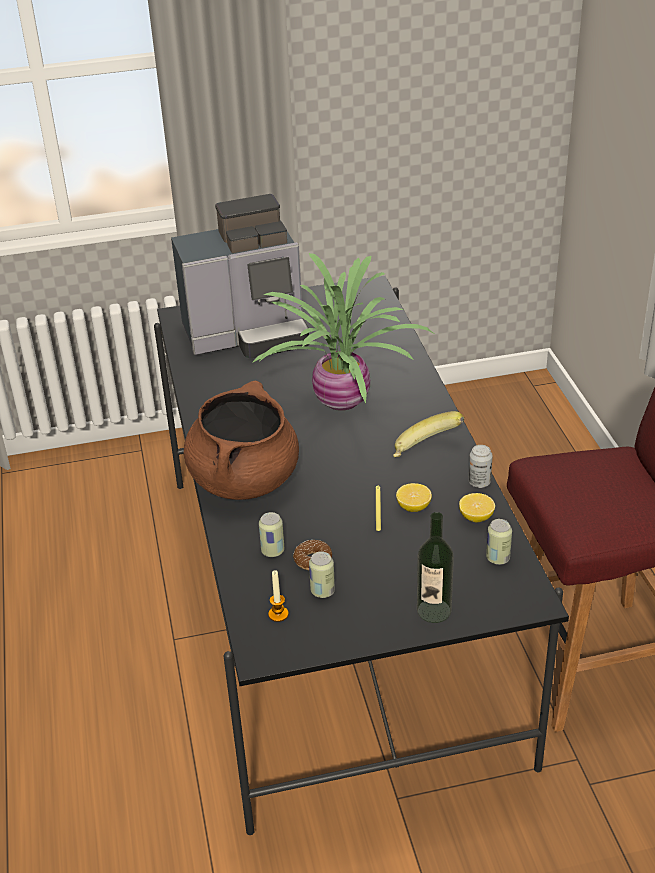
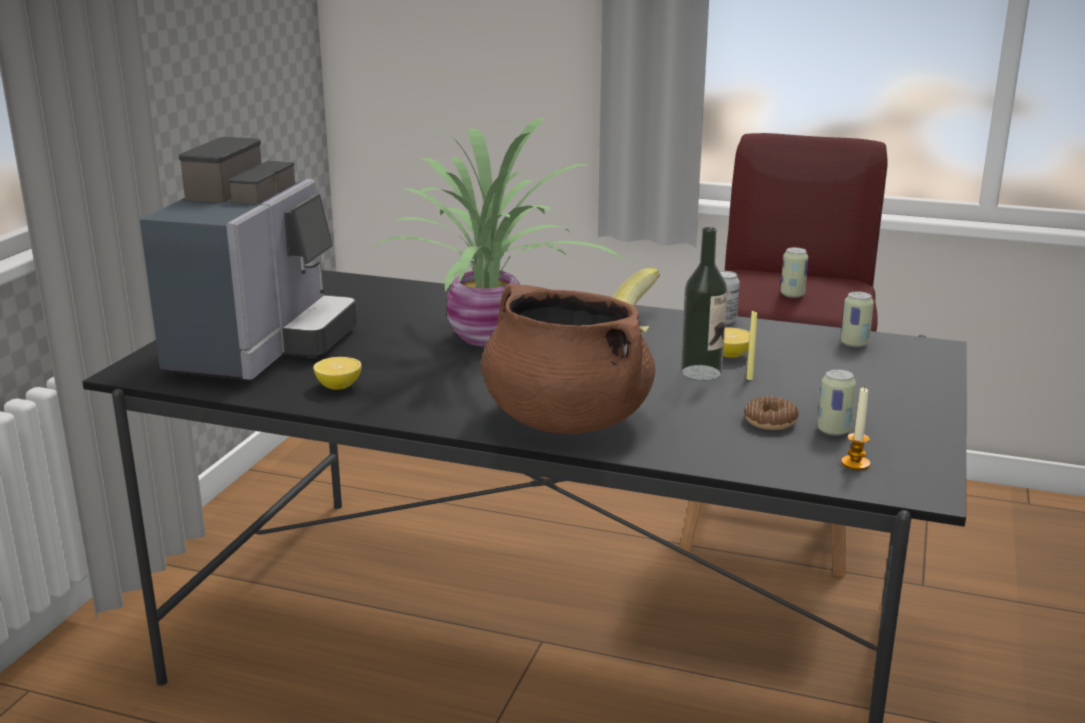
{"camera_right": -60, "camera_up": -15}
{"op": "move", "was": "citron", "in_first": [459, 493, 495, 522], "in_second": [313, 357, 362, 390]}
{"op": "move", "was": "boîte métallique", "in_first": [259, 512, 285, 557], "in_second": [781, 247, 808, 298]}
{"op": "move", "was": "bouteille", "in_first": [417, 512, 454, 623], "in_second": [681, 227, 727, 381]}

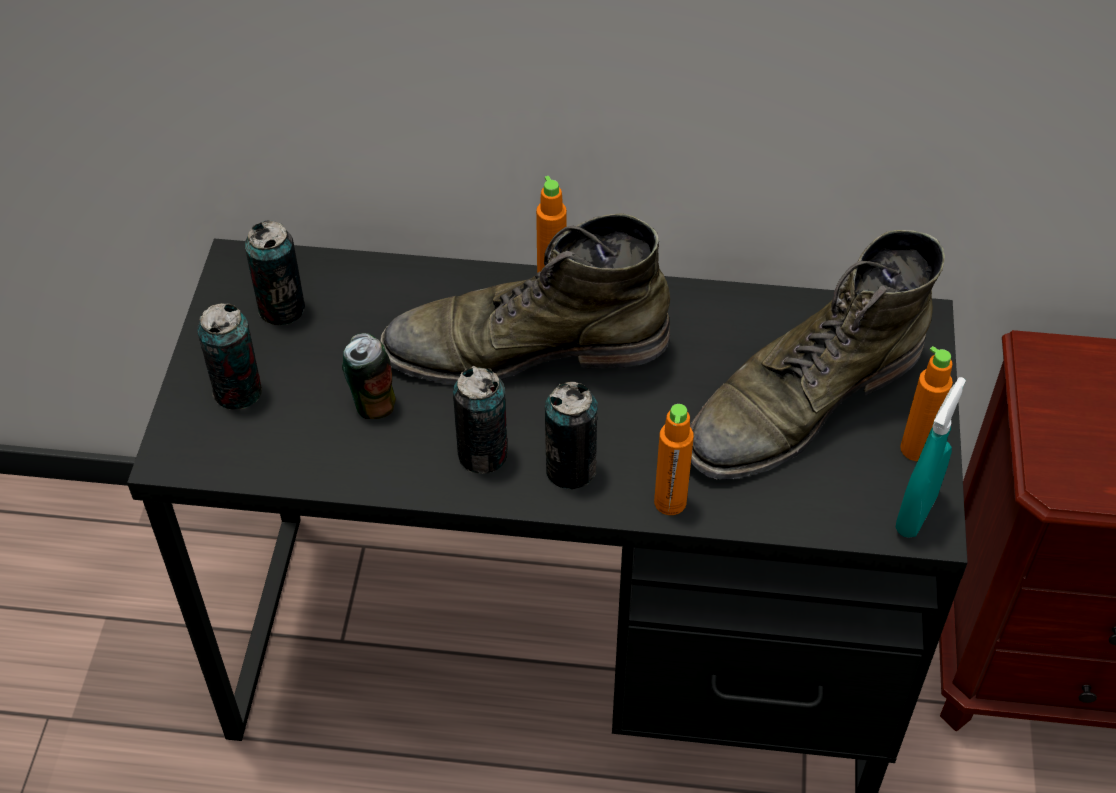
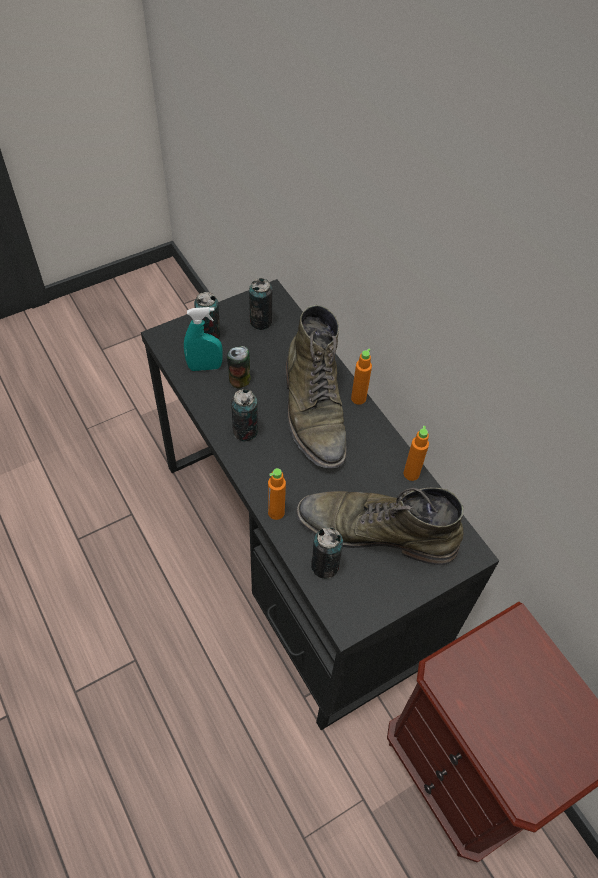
{"camera_right": 50, "camera_up": 5}
{"op": "rotate", "was": "botte/vert", "in_first": [380, 213, 670, 384], "in_second": [285, 305, 346, 468], "clockwise": -150}
{"op": "move", "was": "bouteille/orange", "in_first": [900, 346, 953, 461], "in_second": [404, 426, 429, 481]}
{"op": "move", "was": "vaporisateur/turquoise", "in_first": [895, 377, 966, 538], "in_second": [184, 307, 223, 371]}
{"op": "move", "was": "boîte métallique", "in_first": [545, 382, 598, 490], "in_second": [311, 527, 343, 579]}

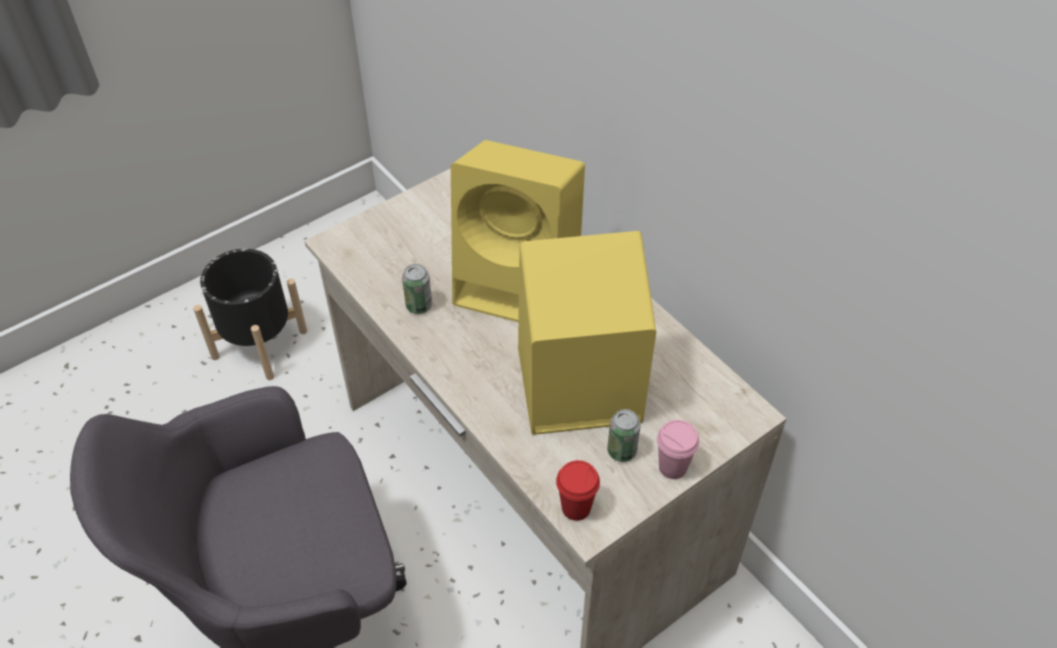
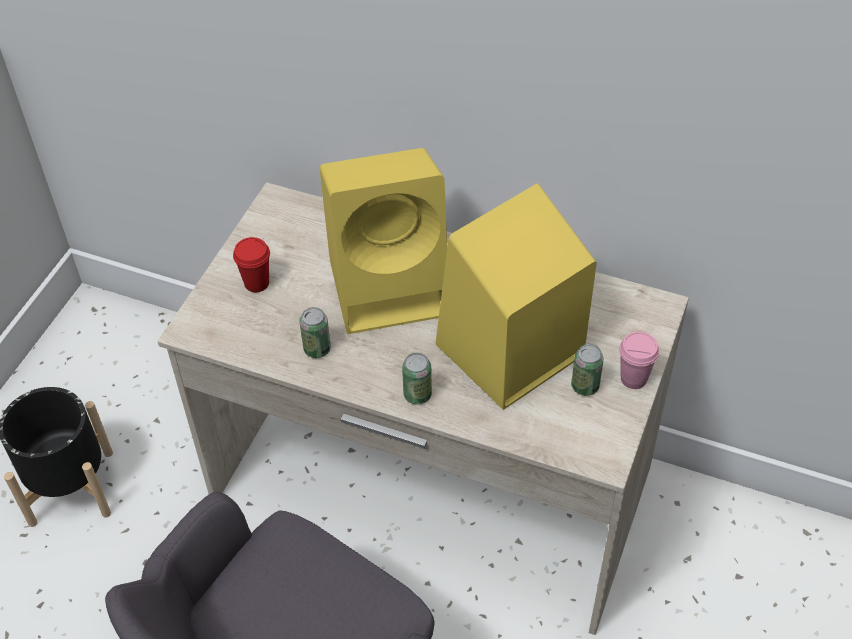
{"camera_right": -30, "camera_up": 0}
{"op": "move", "was": "tasse/rouge", "in_first": [556, 460, 600, 521], "in_second": [233, 237, 270, 292]}
{"op": "insert", "now": "boîte métallique", "in_second": [402, 353, 432, 405]}

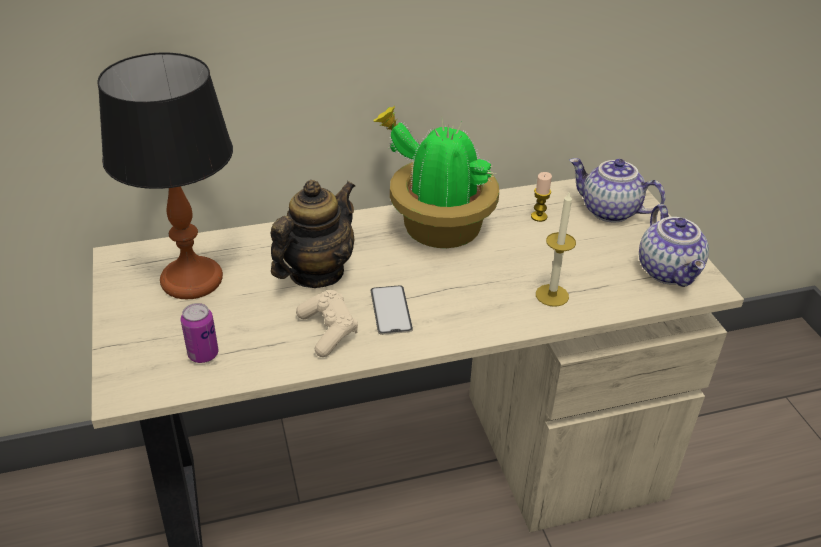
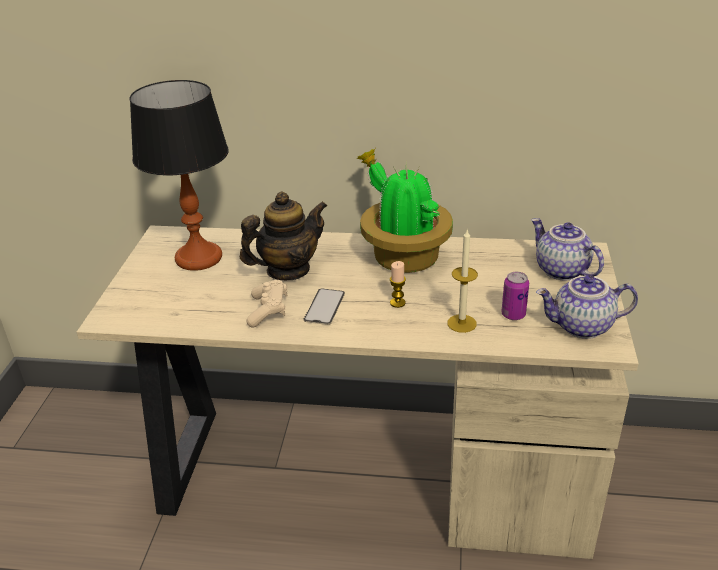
{"camera_right": 25, "camera_up": -5}
{"op": "move", "was": "bougie", "in_first": [531, 172, 552, 222], "in_second": [390, 261, 406, 308]}
{"op": "rotate", "was": "théière", "in_first": [639, 204, 709, 287], "in_second": [536, 275, 638, 339], "clockwise": 75}
{"op": "move", "was": "boîte métallique", "in_first": [181, 303, 219, 363], "in_second": [501, 272, 529, 320]}

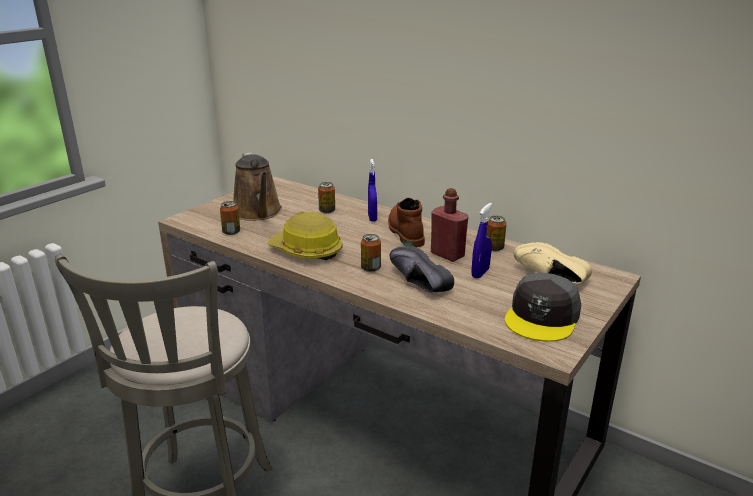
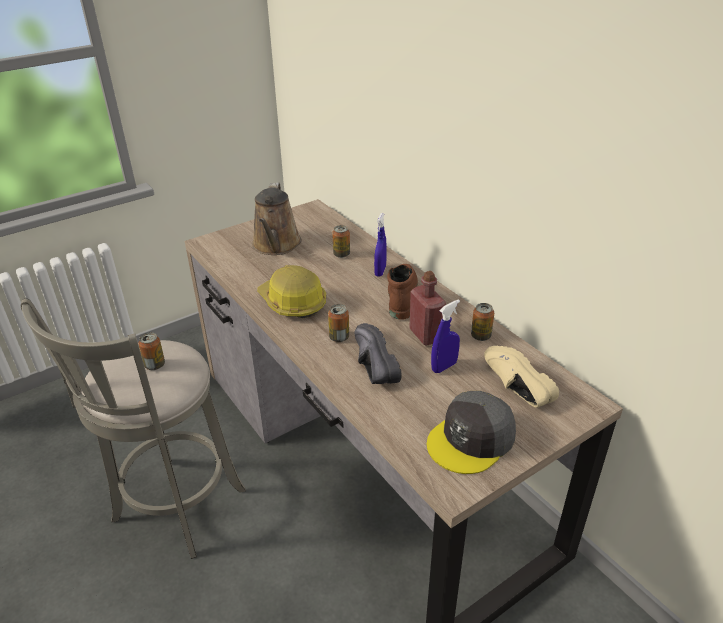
{"camera_right": 20, "camera_up": 10}
{"op": "move", "was": "boîte métallique", "in_first": [220, 201, 240, 235], "in_second": [138, 332, 165, 370]}

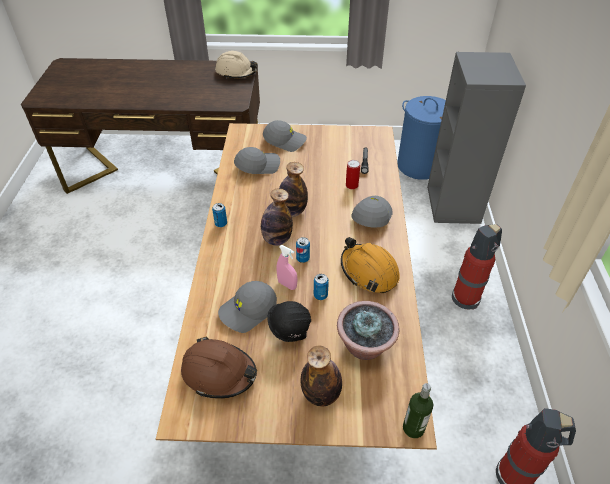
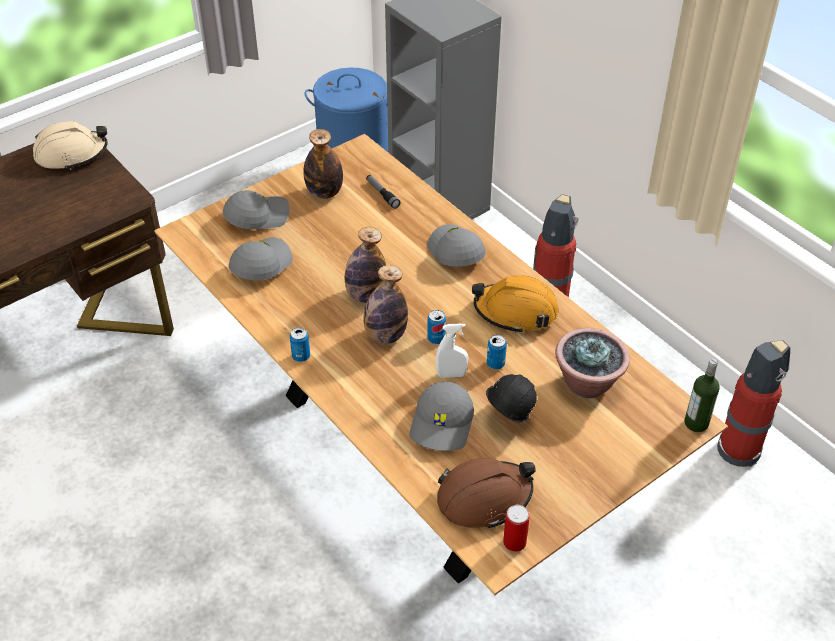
{"camera_right": -40, "camera_up": 0}
{"op": "move", "was": "boîte métallique", "in_first": [346, 160, 360, 189], "in_second": [503, 505, 530, 552]}
{"op": "recolor", "was": "vaporisateur/rose", "now": "vaporisateur/blanc", "in_first": [277, 245, 298, 290], "in_second": [436, 323, 468, 378]}
{"op": "move", "was": "bouteille", "in_first": [300, 346, 342, 406], "in_second": [303, 129, 343, 199]}

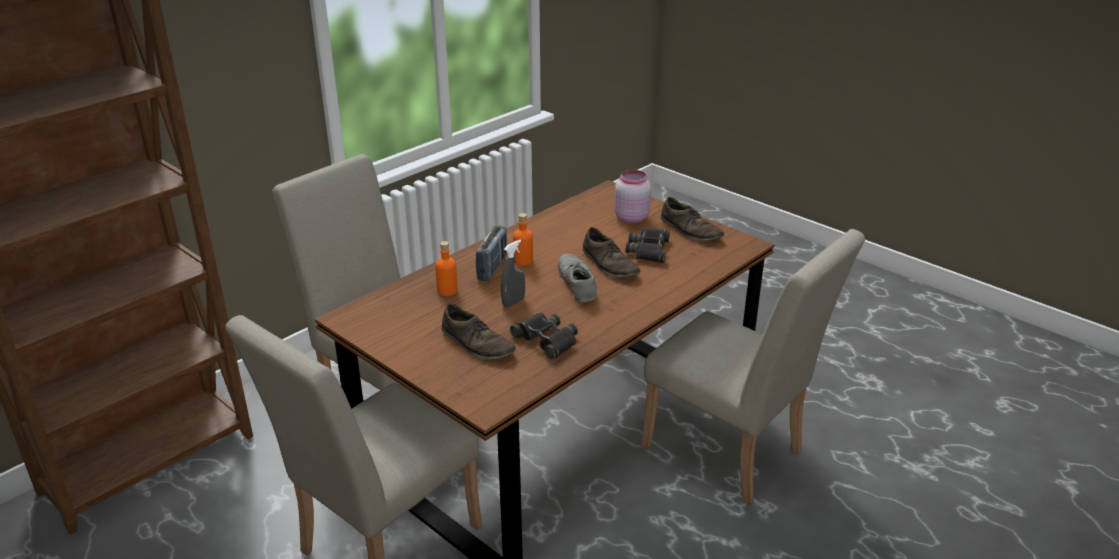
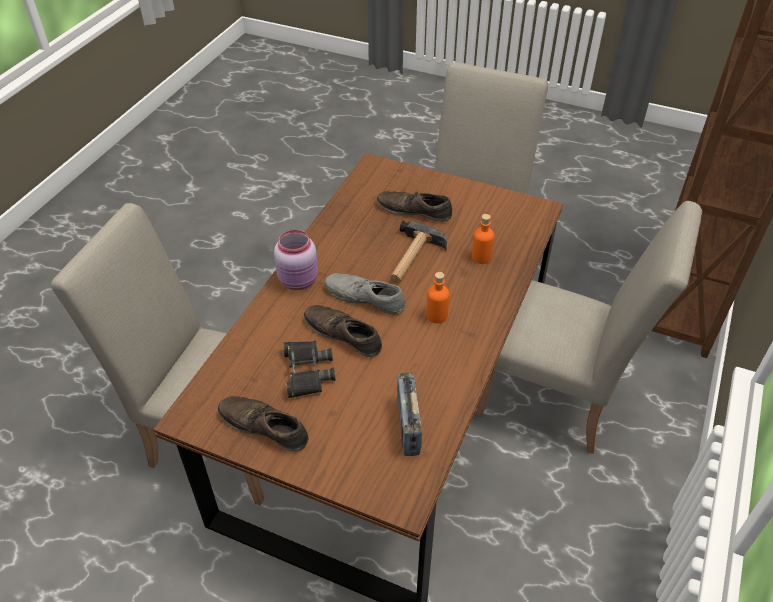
{"camera_right": 160, "camera_up": 15}
{"op": "move", "was": "bocal/rose", "in_first": [614, 170, 651, 223], "in_second": [274, 230, 318, 290]}
{"op": "move", "was": "radio", "in_first": [476, 226, 507, 281], "in_second": [397, 372, 422, 456]}
{"op": "replace", "was": "vaporisateur/gris", "now": "marteau", "in_first": [501, 240, 525, 307], "in_second": [390, 221, 447, 284]}
{"op": "rotate", "was": "chaussure/gris", "in_first": [558, 254, 597, 303], "in_second": [324, 273, 406, 315], "clockwise": 150}
{"op": "delete", "was": "jumelles/noir", "in_first": [510, 313, 578, 359]}

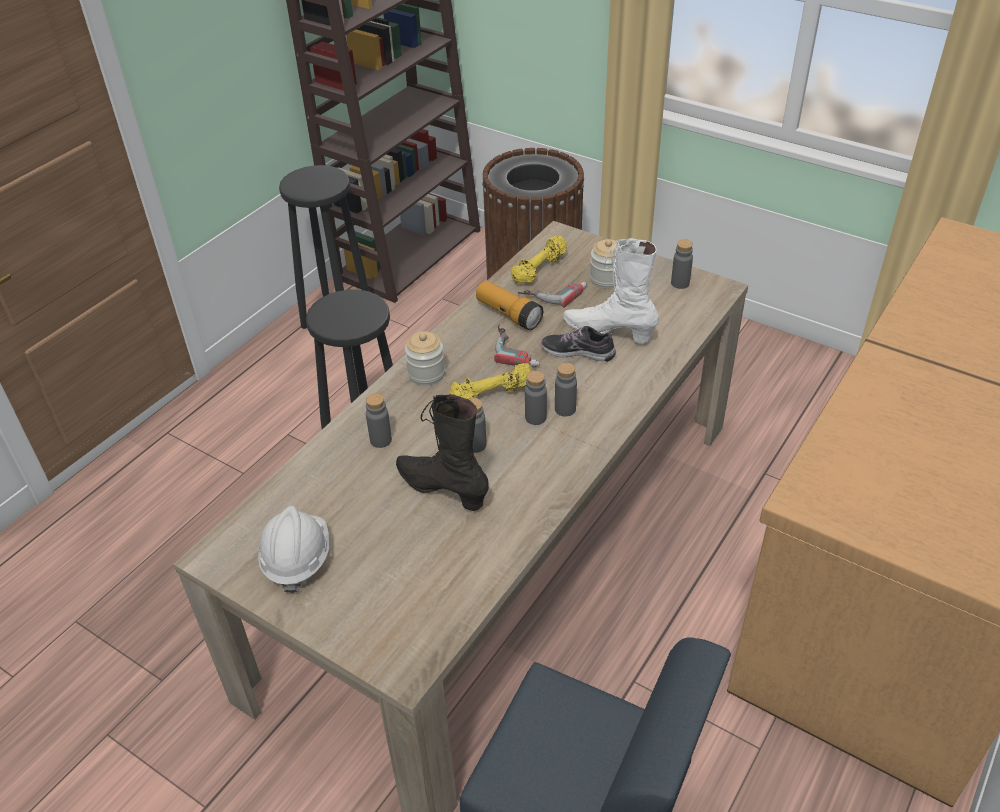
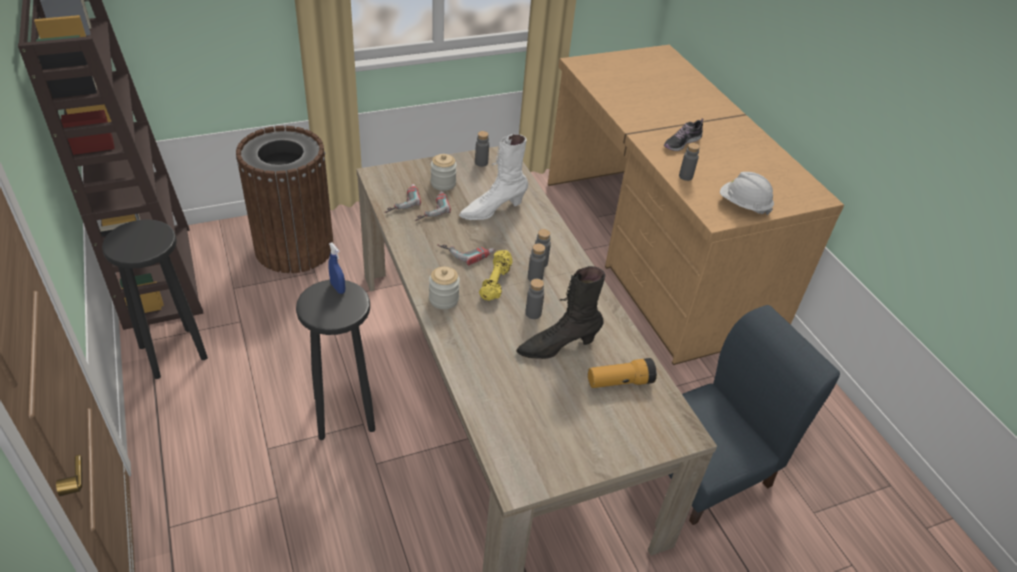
{"camera_right": -60, "camera_up": 0}
{"op": "replace", "was": "haltère/jaune", "now": "perceuse", "in_first": [511, 236, 567, 284], "in_second": [384, 184, 421, 213]}
{"op": "move", "was": "lampe de poche", "in_first": [476, 280, 543, 330], "in_second": [588, 358, 657, 388]}
{"op": "move", "was": "chaussure", "in_first": [541, 326, 616, 362], "in_second": [664, 118, 703, 151]}
{"op": "move", "was": "bouteille/gris", "in_first": [366, 393, 392, 448], "in_second": [679, 143, 700, 181]}
{"op": "move", "was": "casque de chantier/blanc", "in_first": [258, 506, 329, 593], "in_second": [720, 172, 774, 215]}
{"op": "insert", "now": "vaporisateur/bleu", "in_second": [328, 242, 345, 294]}

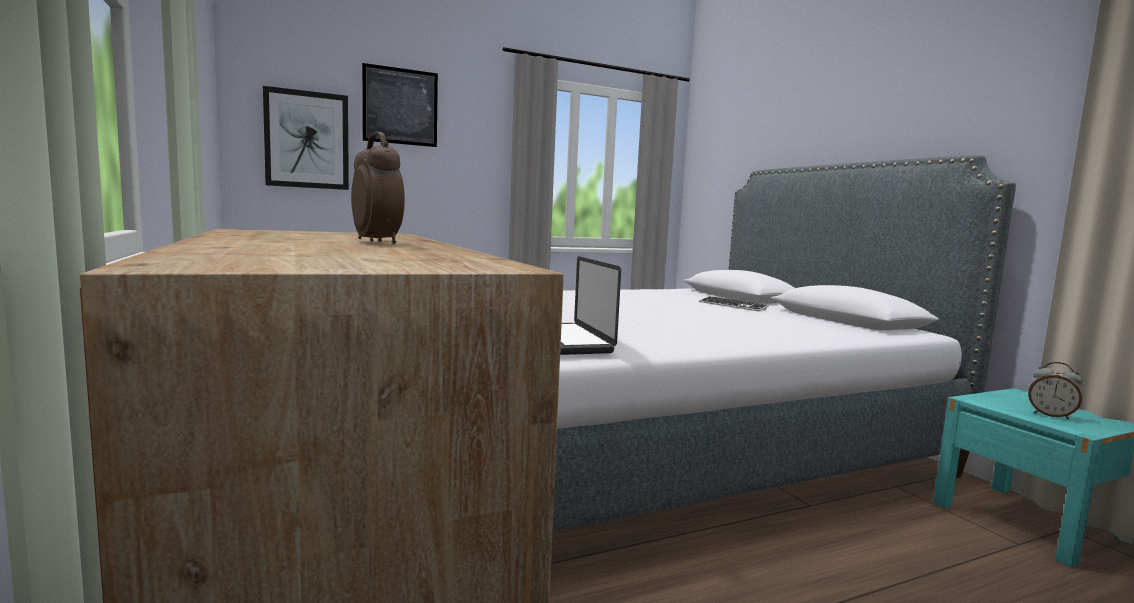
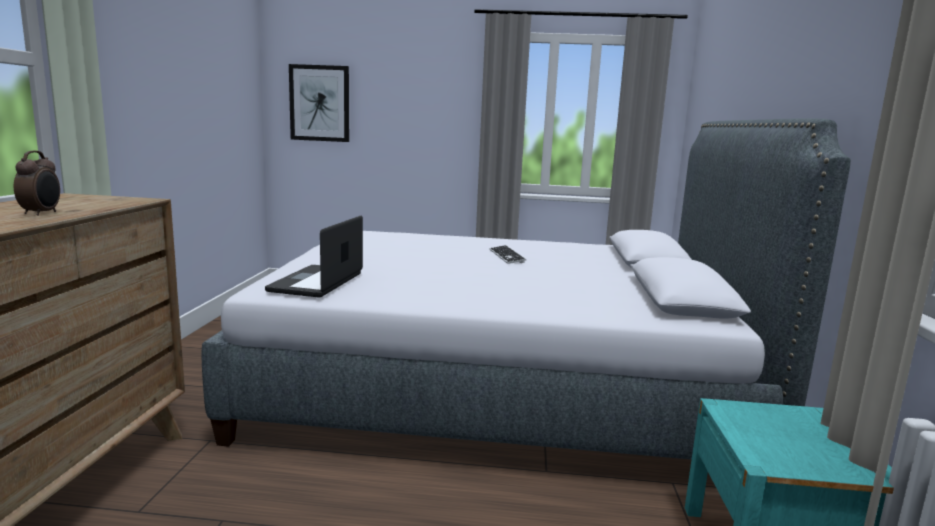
{"camera_right": 30, "camera_up": 5}
{"op": "delete", "was": "tableau", "in_first": [362, 63, 438, 147]}
{"op": "move", "was": "clavier", "in_first": [699, 296, 769, 311], "in_second": [489, 245, 526, 264]}
{"op": "delete", "was": "réveil", "in_first": [1028, 362, 1082, 419]}

